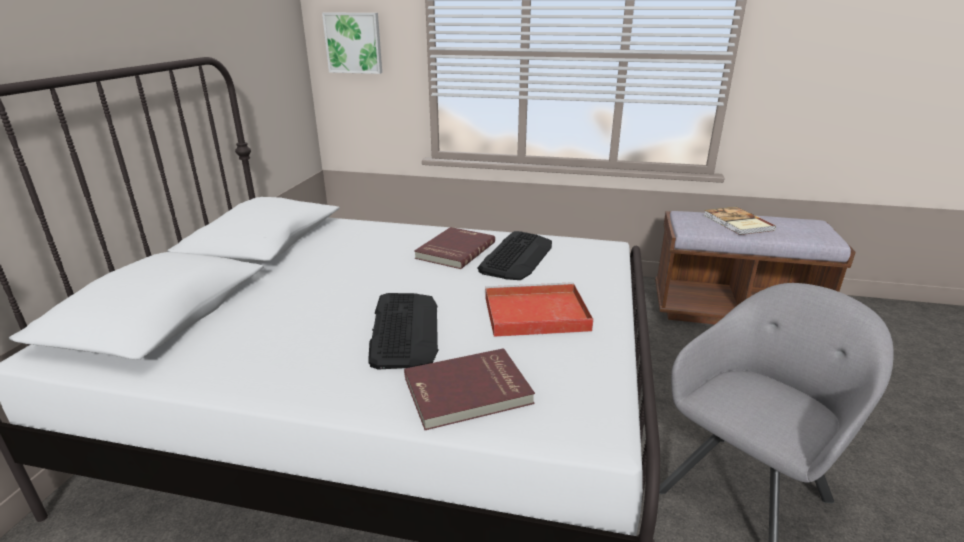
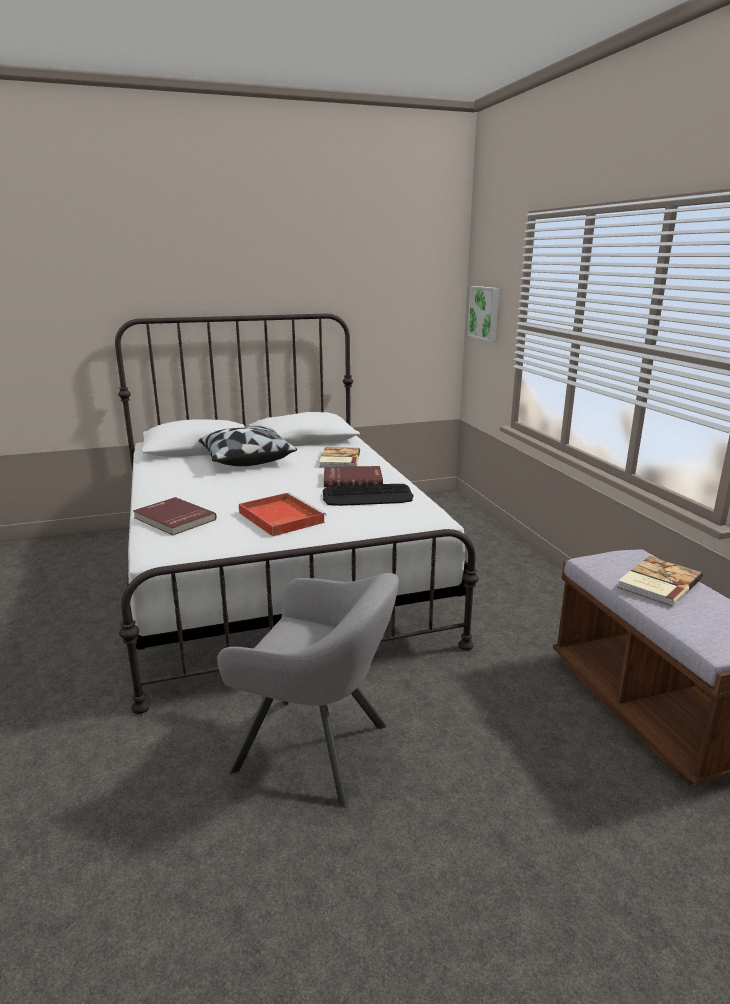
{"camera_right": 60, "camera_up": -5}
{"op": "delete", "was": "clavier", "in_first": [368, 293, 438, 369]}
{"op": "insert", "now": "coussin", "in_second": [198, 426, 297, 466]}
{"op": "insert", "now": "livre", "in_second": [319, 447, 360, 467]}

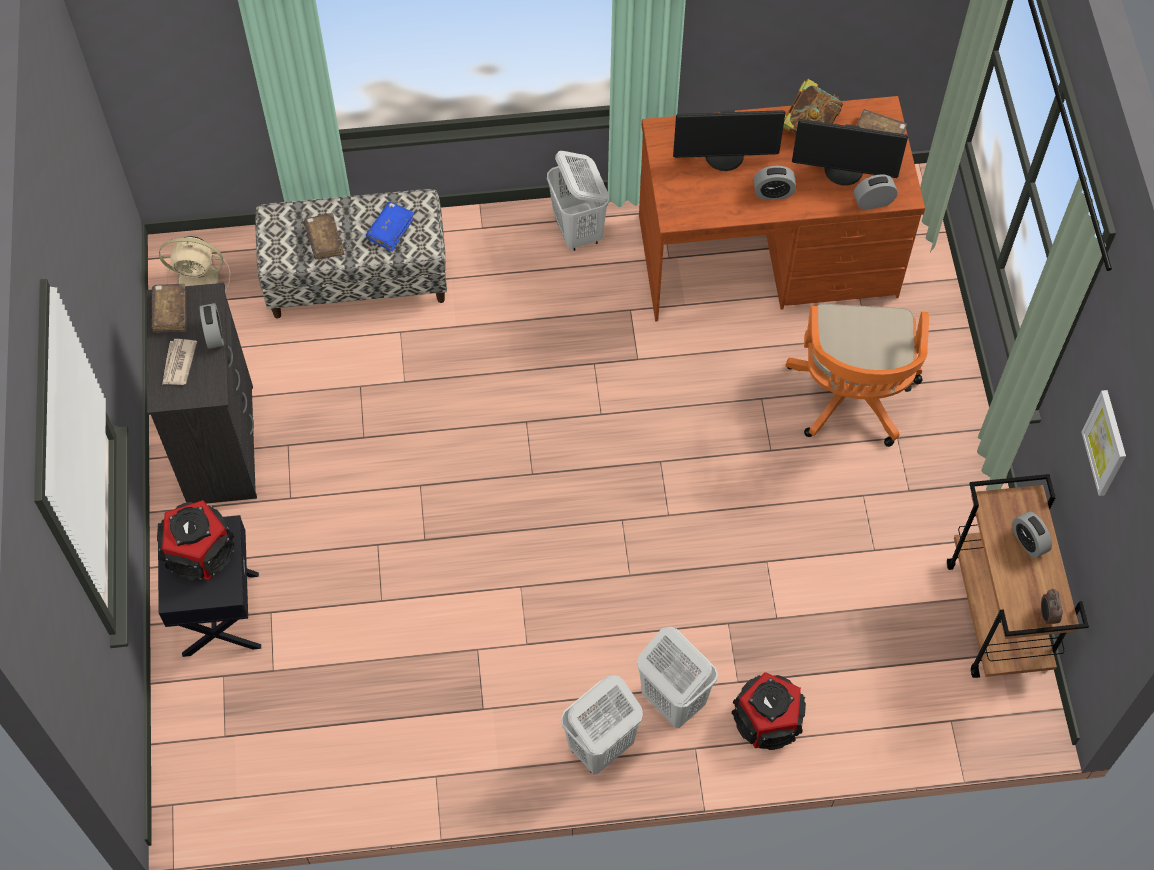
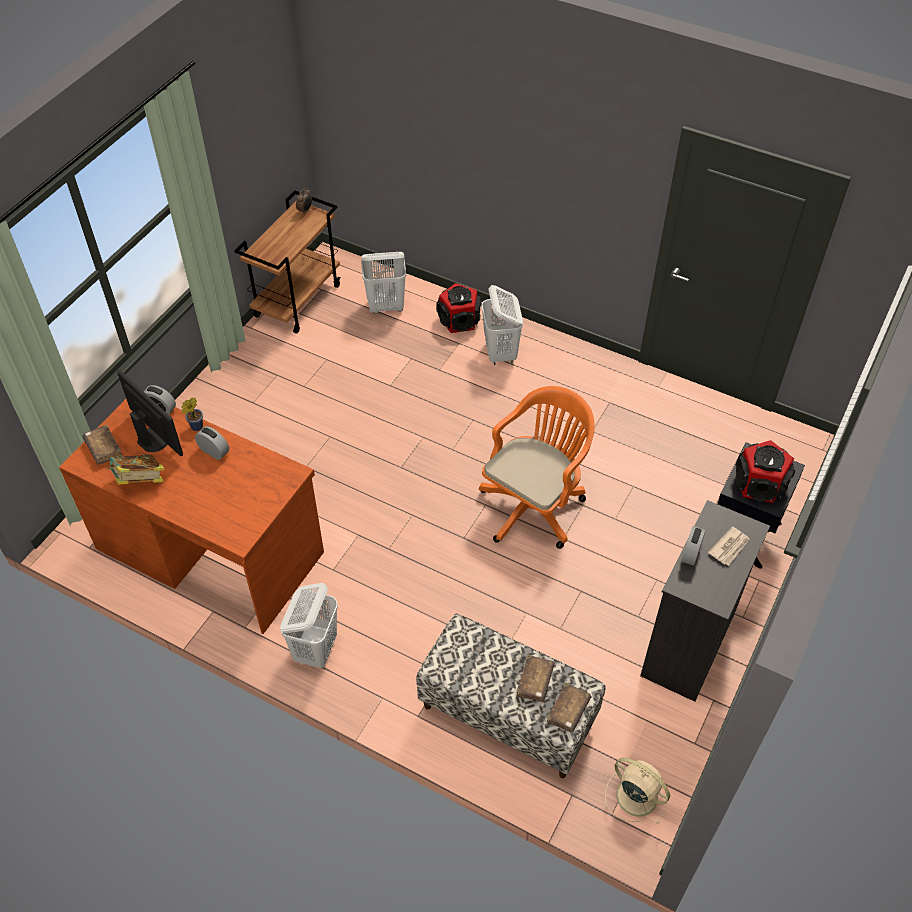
{"camera_right": -145, "camera_up": -10}
{"op": "delete", "was": "écran d'ordinateur", "in_first": [673, 110, 786, 171]}
{"op": "delete", "was": "livre/bleu", "in_first": [366, 202, 414, 252]}
{"op": "move", "was": "livre/marron", "in_first": [151, 283, 187, 332], "in_second": [547, 683, 591, 732]}
{"op": "move", "was": "chaise de bureau/orange", "in_first": [785, 304, 929, 447], "in_second": [479, 386, 595, 549]}
{"op": "delete", "was": "tableau", "in_first": [1082, 390, 1126, 496]}
{"op": "delete", "was": "réveil", "in_first": [1012, 511, 1052, 558]}
{"op": "move", "was": "panier à linge/blanc", "in_first": [561, 675, 643, 774], "in_second": [361, 252, 406, 313]}
{"op": "insert", "now": "plante en pot", "in_second": [181, 397, 203, 431]}

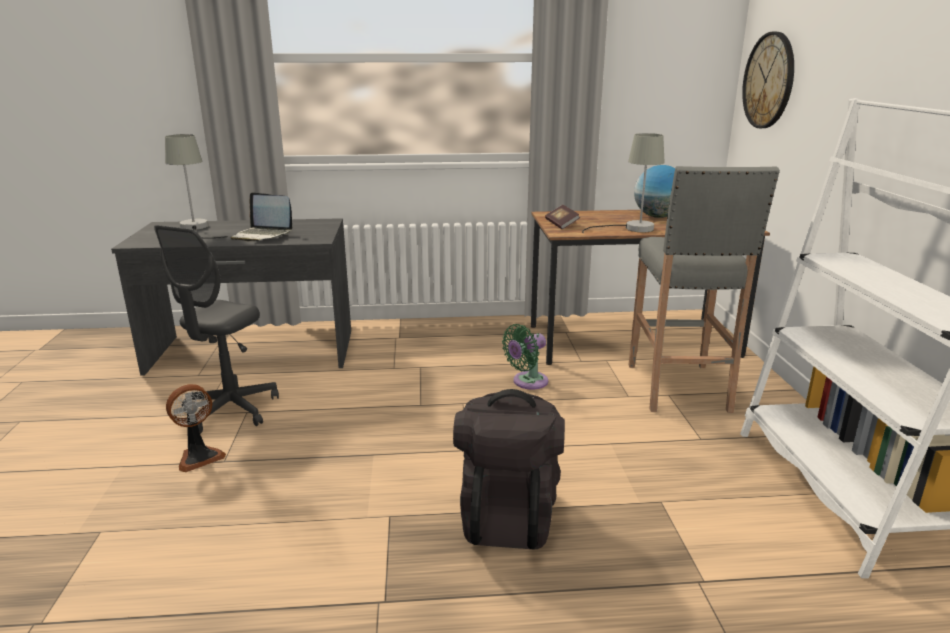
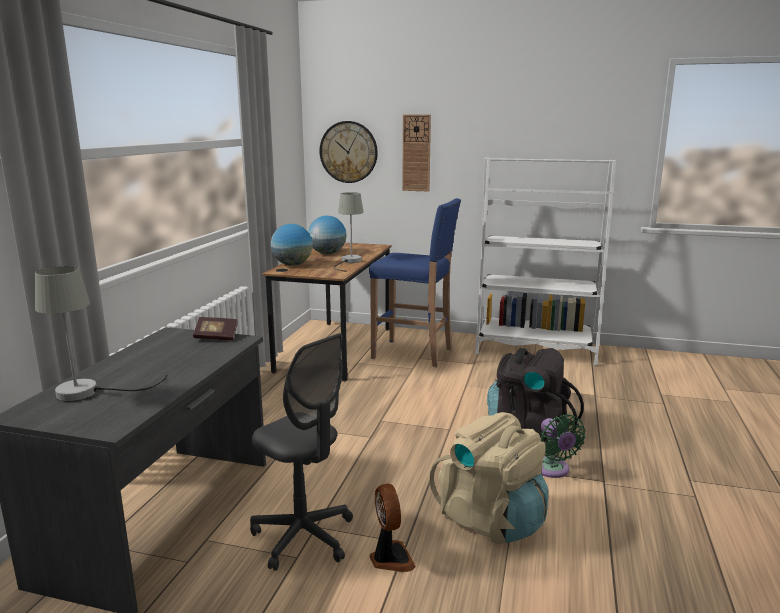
{"camera_right": -70, "camera_up": -5}
{"op": "recolor", "was": "tabouret/gris", "now": "tabouret/bleu", "in_first": [629, 166, 780, 413], "in_second": [369, 198, 461, 367]}
{"op": "delete", "was": "ordinateur portable", "in_first": [231, 192, 292, 242]}
{"op": "move", "was": "livre", "in_first": [545, 205, 580, 229], "in_second": [193, 317, 238, 341]}
{"op": "move", "was": "ventilateur/vert", "in_first": [502, 324, 548, 390], "in_second": [541, 414, 586, 478]}
{"op": "insert", "now": "horloge murale", "in_second": [402, 115, 431, 192]}
{"op": "insert", "now": "globe", "in_second": [271, 224, 313, 266]}
{"op": "insert", "now": "sac à dos/beige", "in_second": [429, 412, 549, 544]}

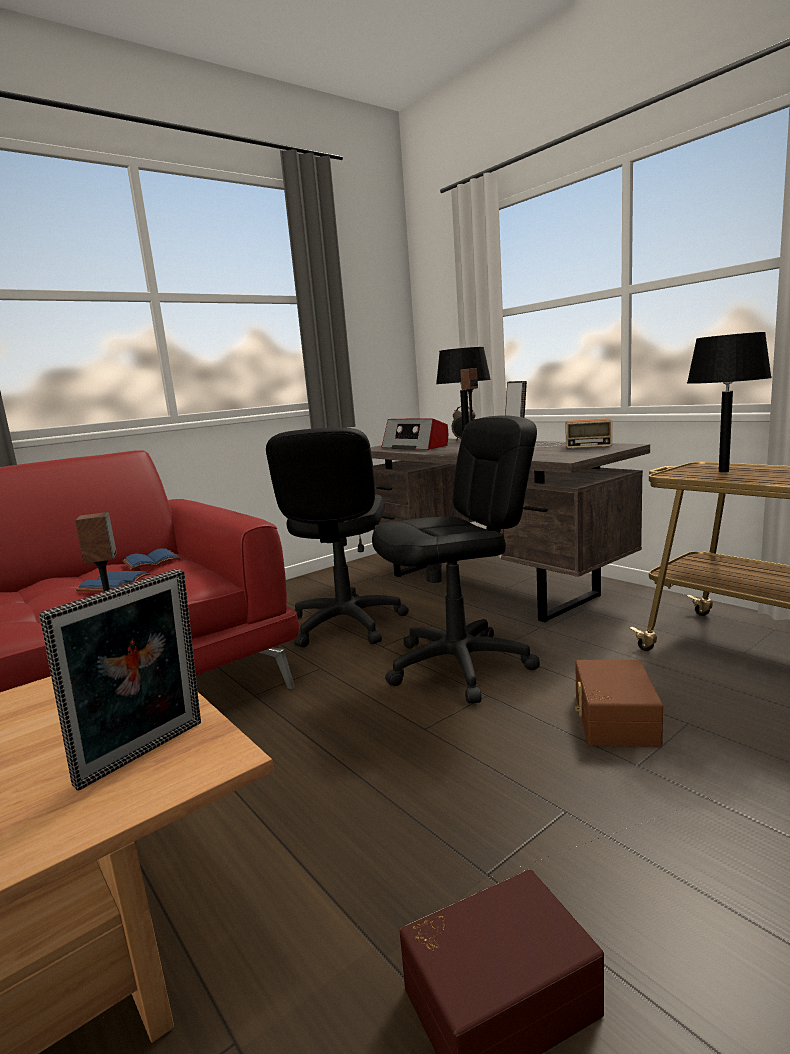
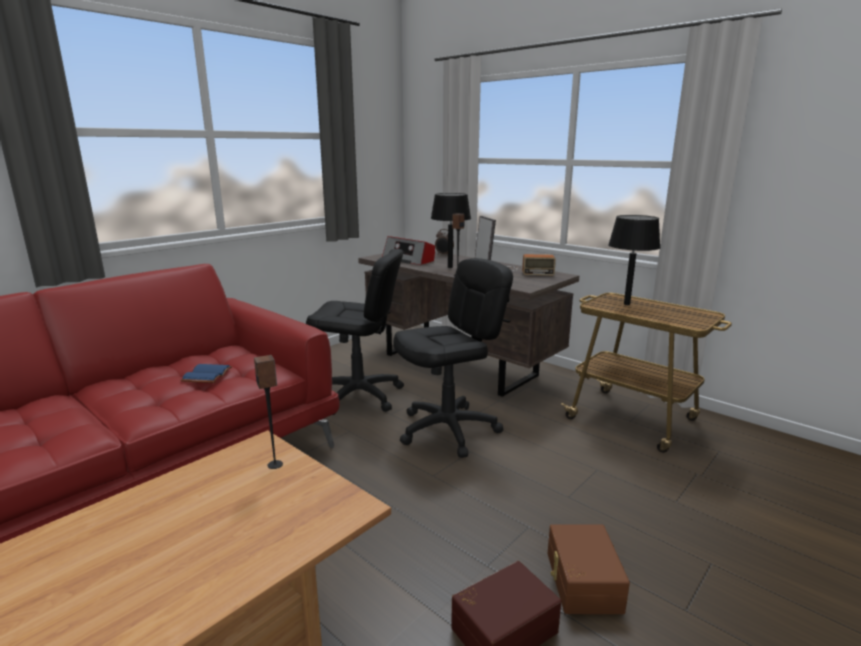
{"camera_right": -10, "camera_up": 5}
{"op": "rotate", "was": "chaise de bureau/noir", "in_first": [266, 427, 409, 647], "in_second": [306, 249, 404, 415], "clockwise": -75}
{"op": "delete", "was": "livre/bleu", "in_first": [122, 548, 181, 570]}
{"op": "delete", "was": "cadre photo", "in_first": [39, 568, 201, 791]}
{"op": "move", "was": "boîte de rangement/marron", "in_first": [575, 660, 663, 747], "in_second": [547, 524, 630, 614]}

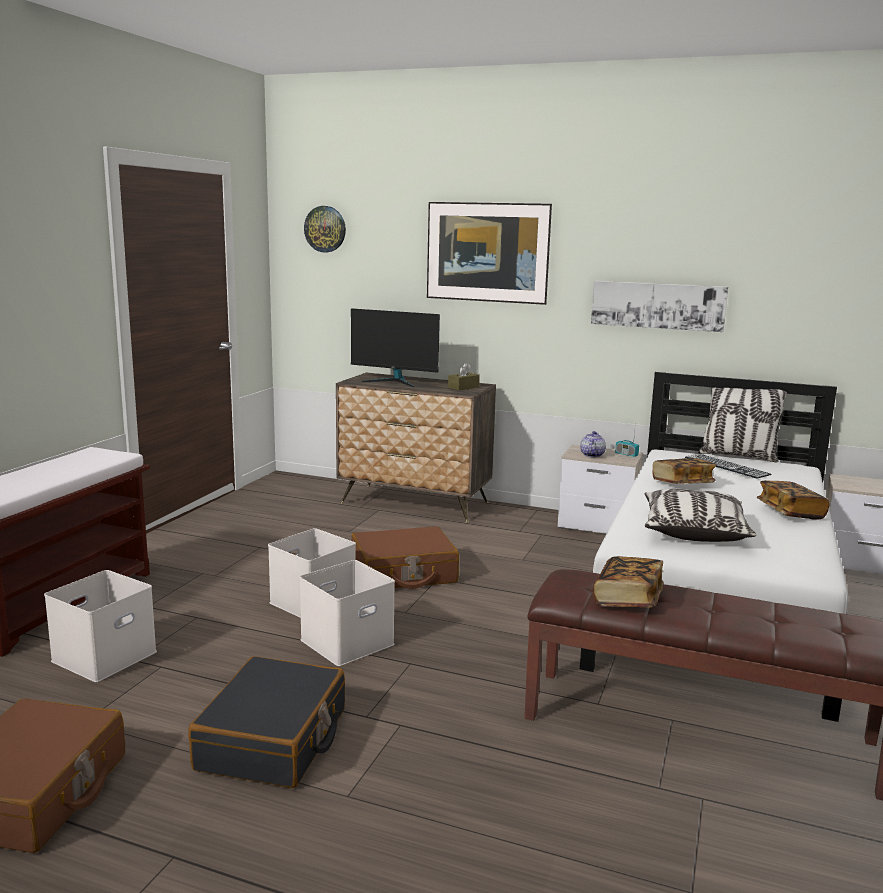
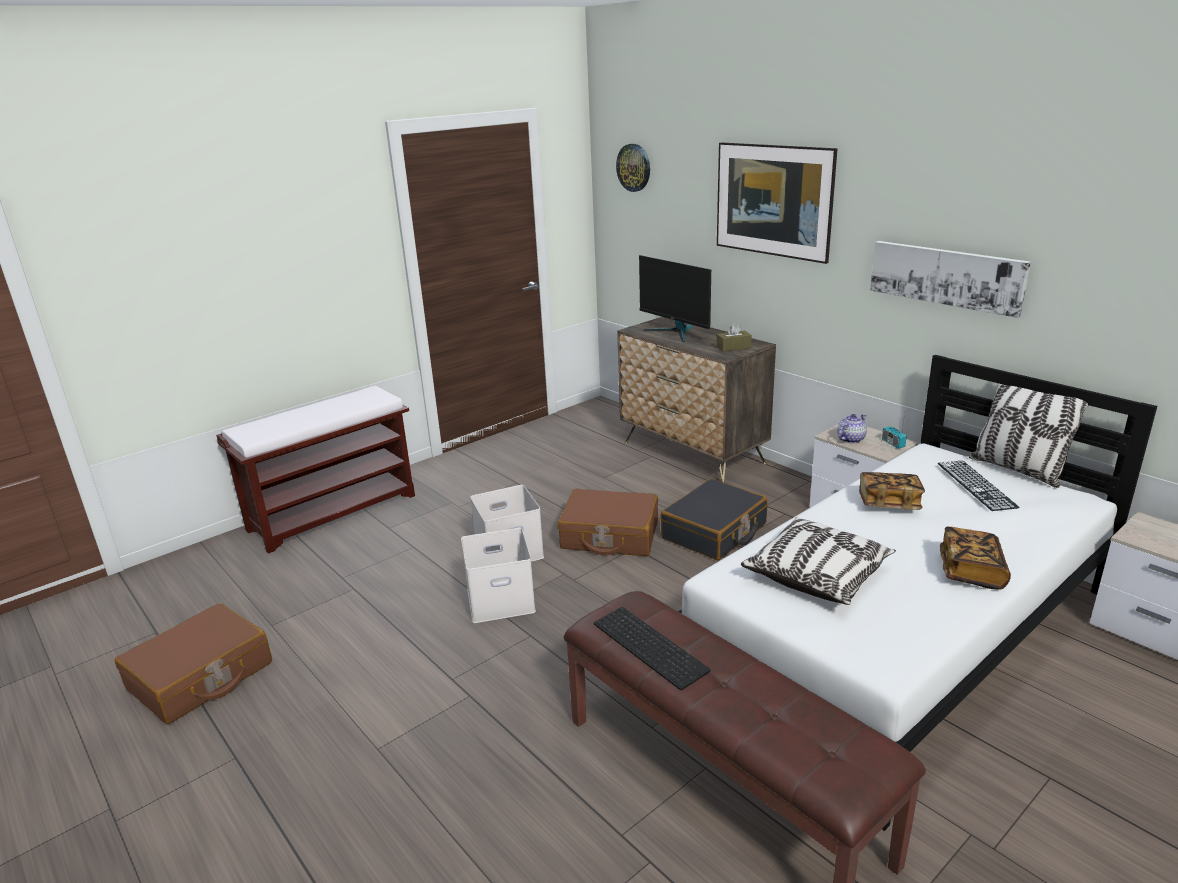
{"camera_right": 30, "camera_up": 10}
{"op": "replace", "was": "livre", "now": "clavier", "in_first": [593, 556, 663, 607], "in_second": [594, 607, 711, 690]}
{"op": "delete", "was": "boîte de rangement/blanc", "in_first": [44, 570, 157, 682]}
{"op": "move", "was": "valise/noir", "in_first": [188, 656, 345, 788], "in_second": [660, 479, 768, 560]}

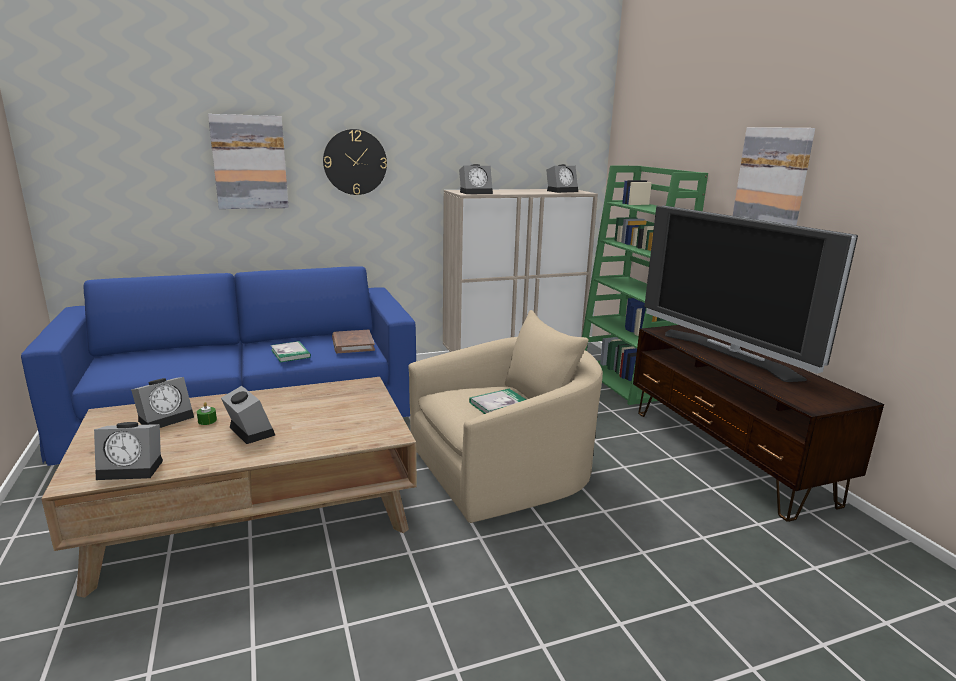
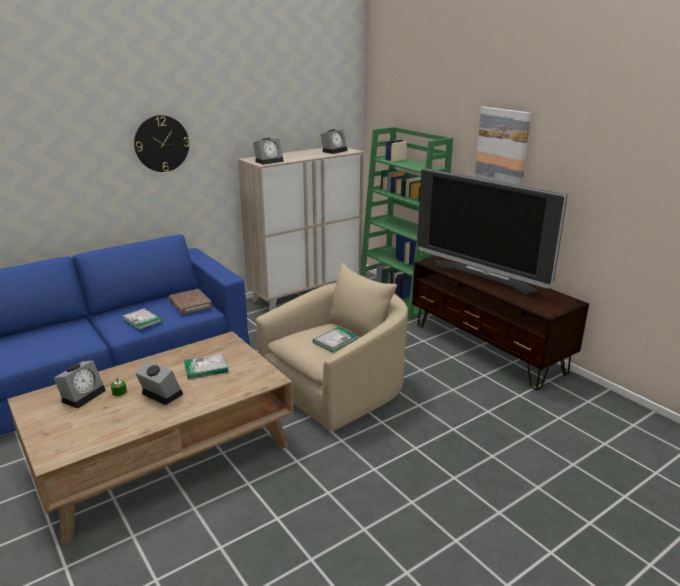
{"camera_right": -15, "camera_up": 5}
{"op": "delete", "was": "tableau", "in_first": [208, 114, 289, 209]}
{"op": "delete", "was": "réveil", "in_first": [94, 422, 163, 480]}
{"op": "insert", "now": "livre", "in_second": [184, 354, 228, 379]}

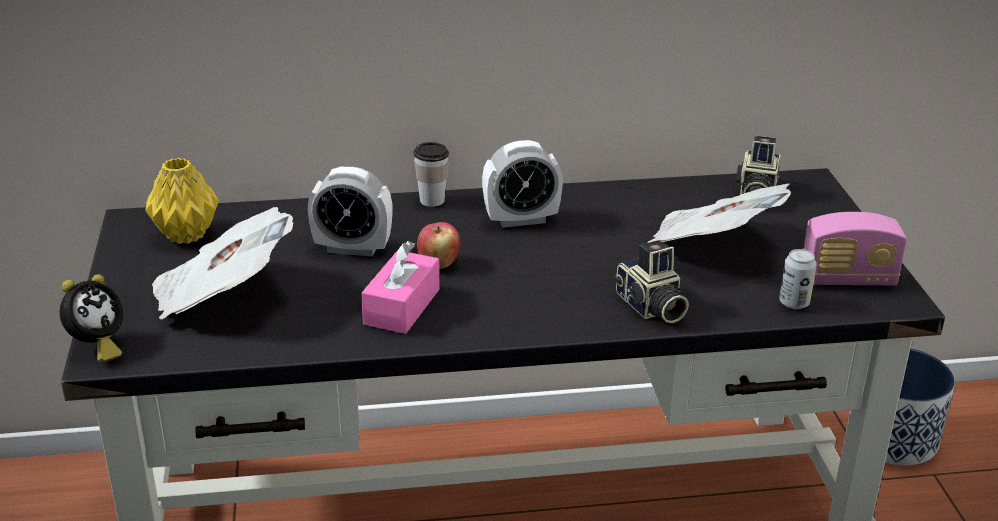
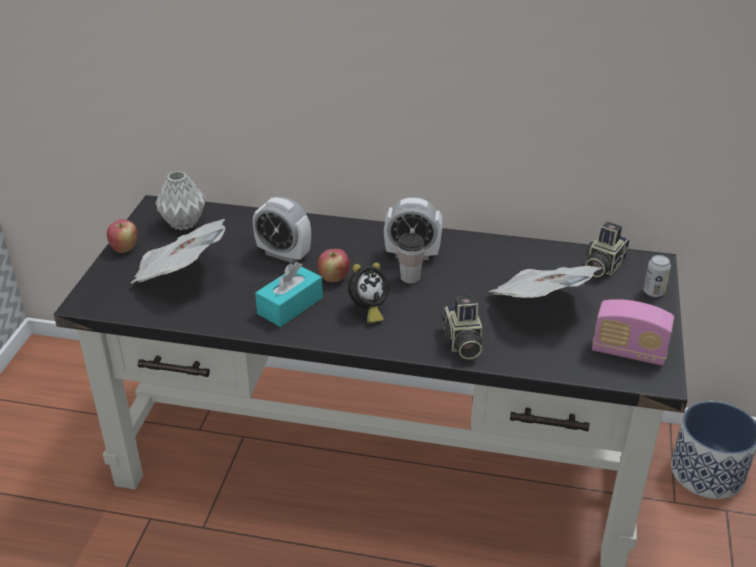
{"camera_right": 20, "camera_up": 5}
{"op": "move", "was": "tasse", "in_first": [414, 142, 449, 207], "in_second": [397, 233, 425, 283]}
{"op": "recolor", "was": "vase/jaune", "now": "vase/gris", "in_first": [145, 158, 219, 244], "in_second": [155, 171, 206, 230]}
{"op": "recolor", "was": "boîte à mouchoirs/rose", "now": "boîte à mouchoirs/turquoise", "in_first": [361, 241, 440, 334], "in_second": [255, 262, 323, 327]}
{"op": "move", "was": "boîte métallique", "in_first": [779, 249, 817, 309], "in_second": [643, 255, 671, 297]}
{"op": "move", "was": "réveil", "in_first": [60, 274, 123, 362], "in_second": [348, 262, 389, 323]}
{"op": "insert", "now": "pomme", "in_second": [107, 219, 137, 253]}

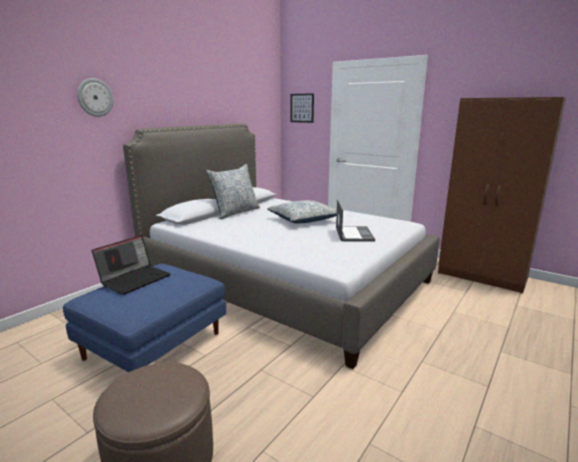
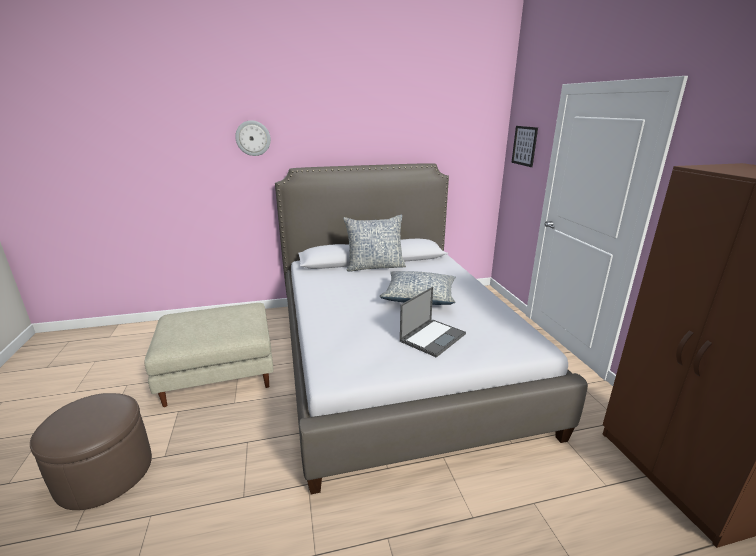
{"camera_right": 40, "camera_up": 5}
{"op": "delete", "was": "ordinateur portable", "in_first": [91, 235, 171, 295]}
{"op": "recolor", "was": "pouf/bleu", "now": "pouf/beige", "in_first": [63, 264, 226, 372], "in_second": [144, 303, 274, 407]}

